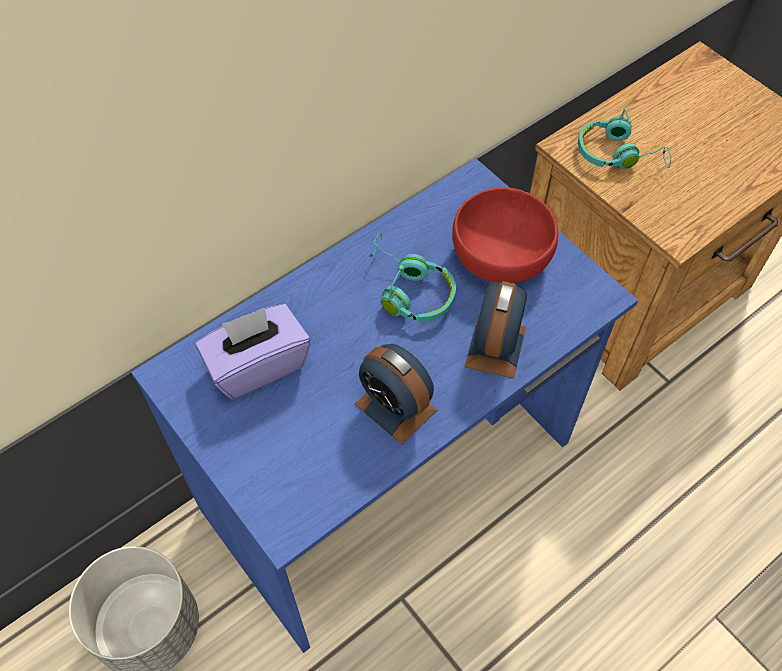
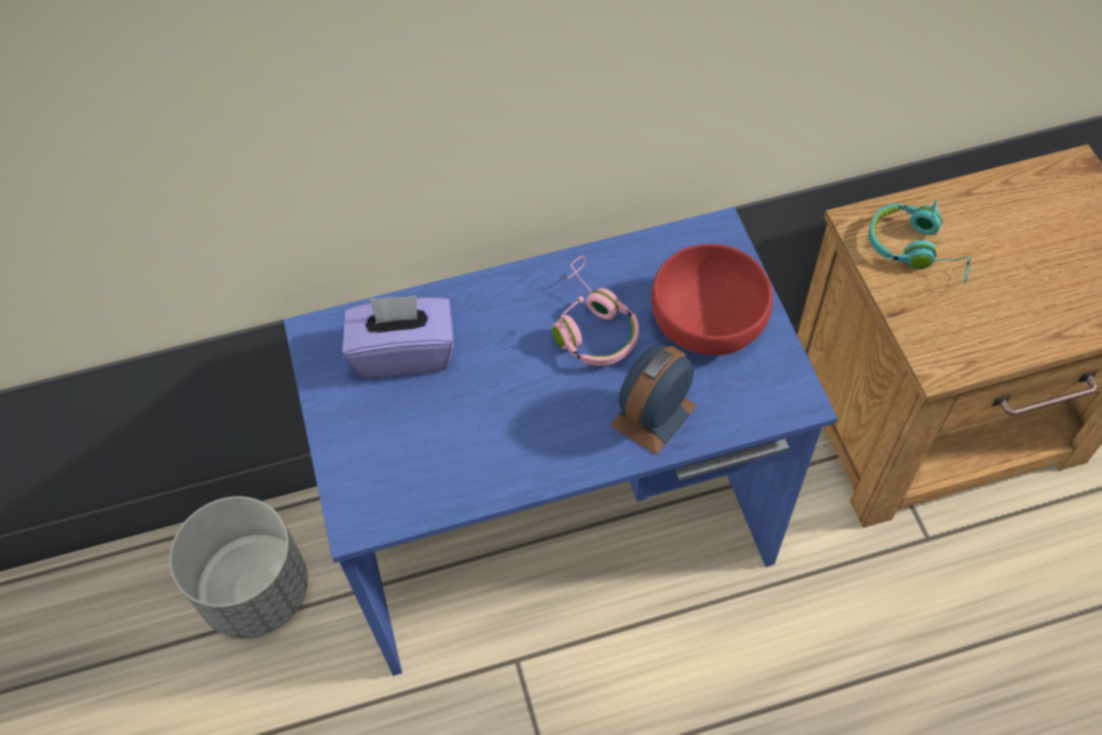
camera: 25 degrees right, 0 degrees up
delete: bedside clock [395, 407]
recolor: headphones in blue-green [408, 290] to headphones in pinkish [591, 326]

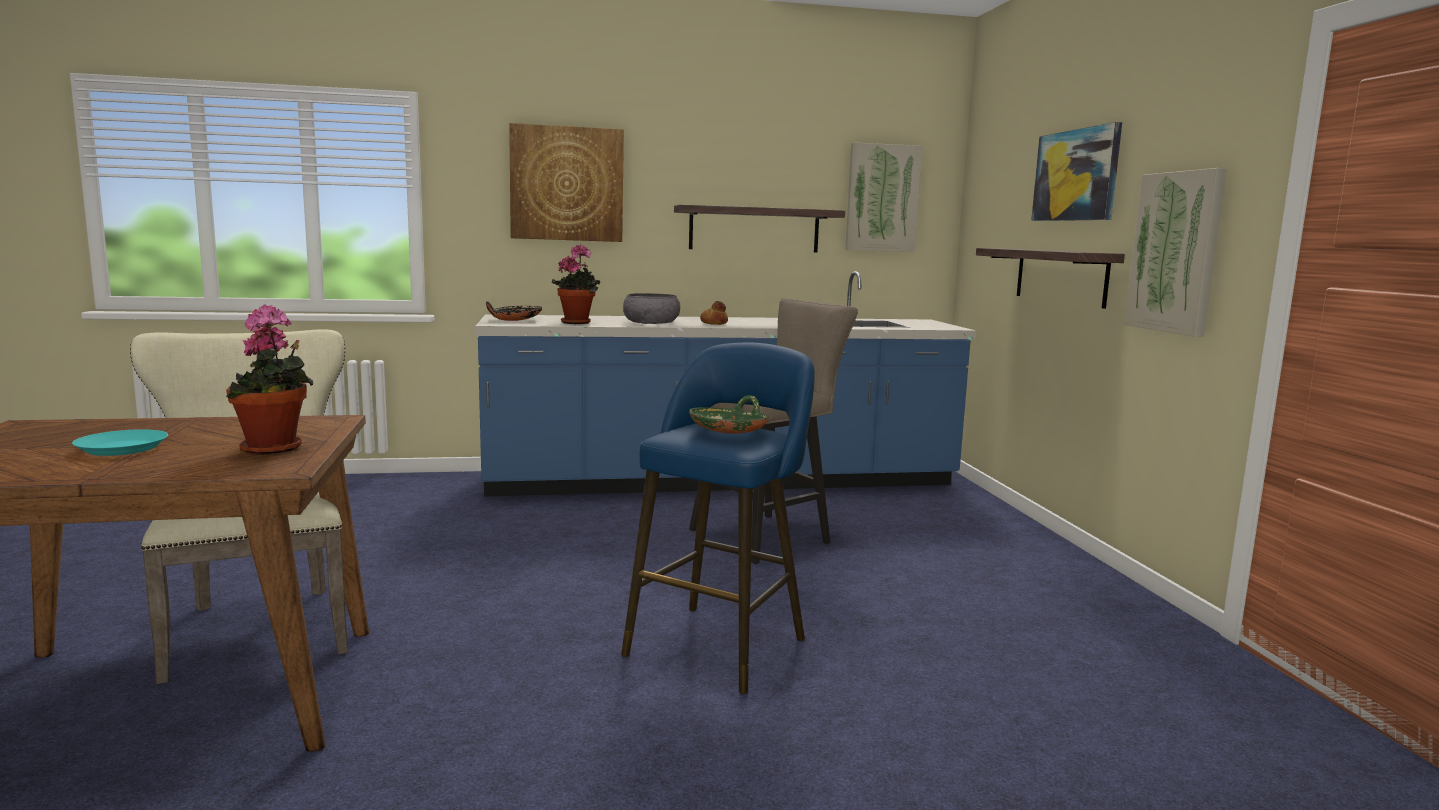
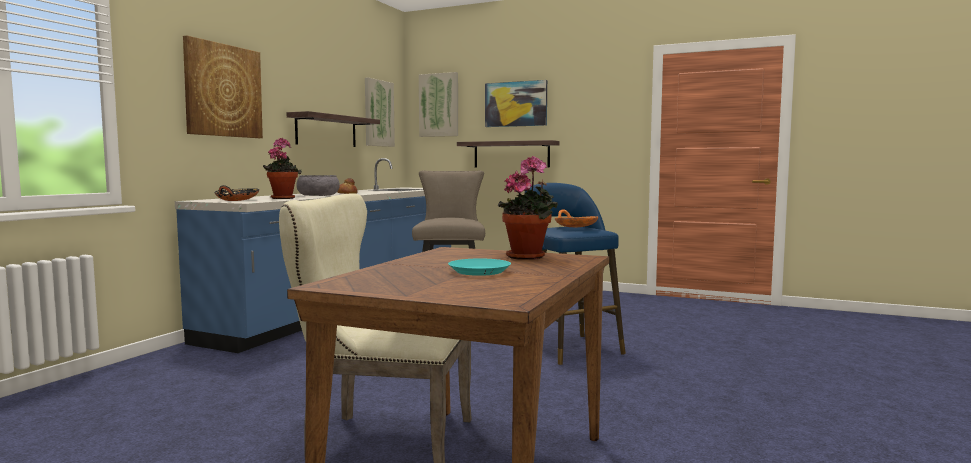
camera: 55 degrees left, 5 degrees down
move: wall picture [1175, 252] to [439, 105]
recolor: bowl in greenish [729, 431] to bowl in orange-coloured [575, 227]

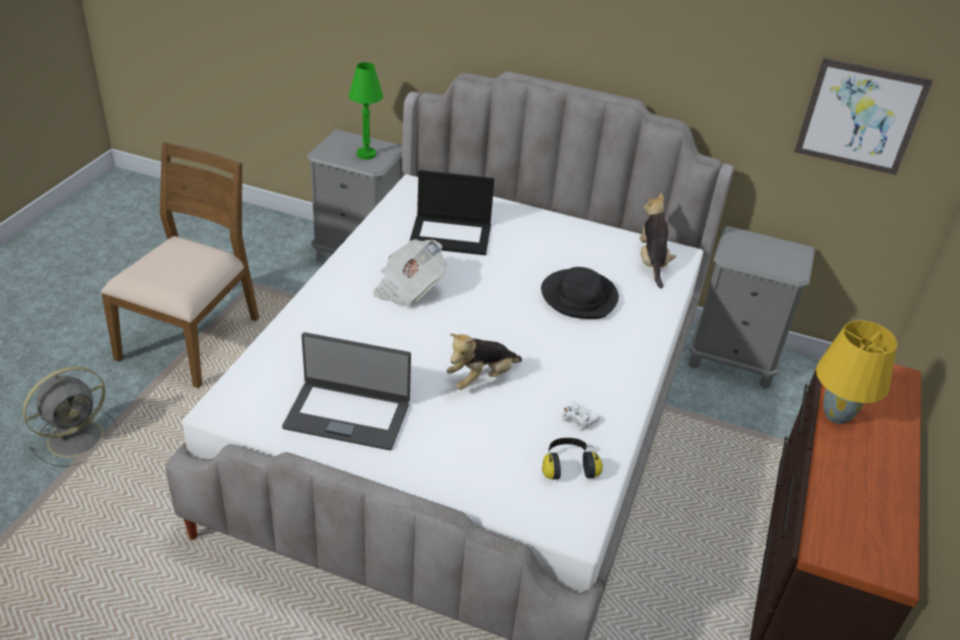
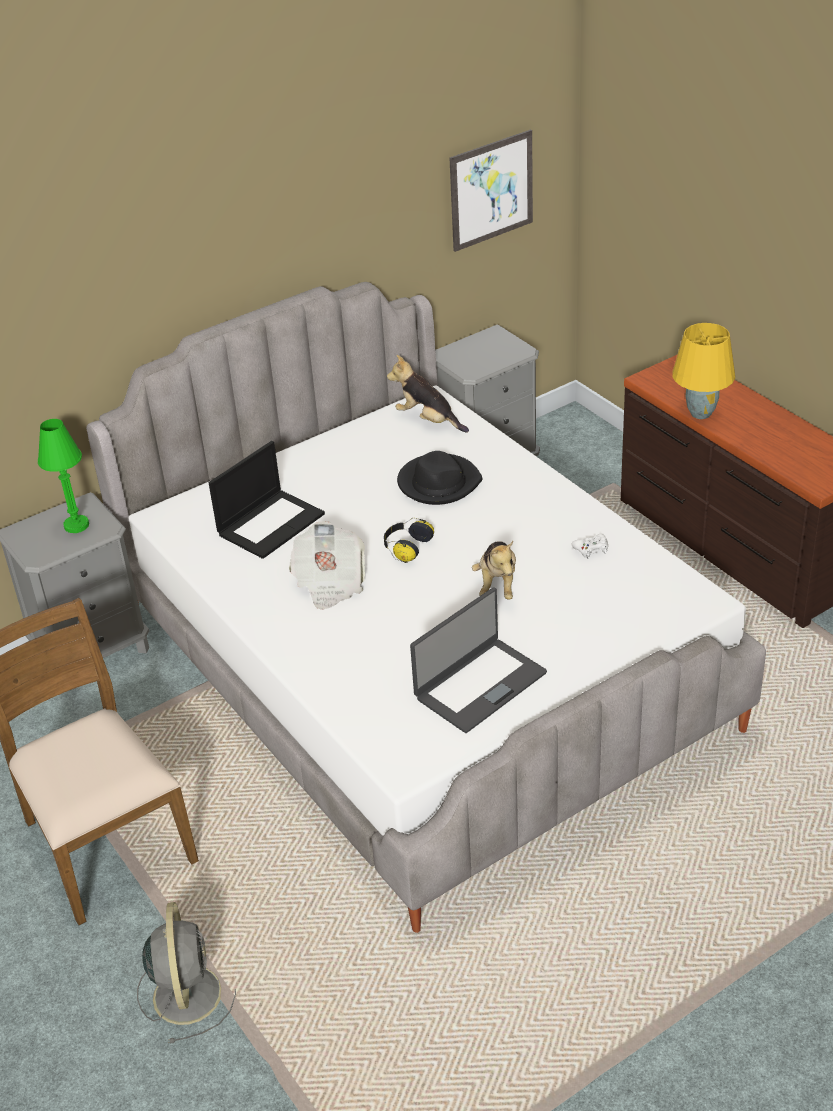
camera: 50 degrees left, 0 degrees up
move: headphones [568, 466] to [406, 547]

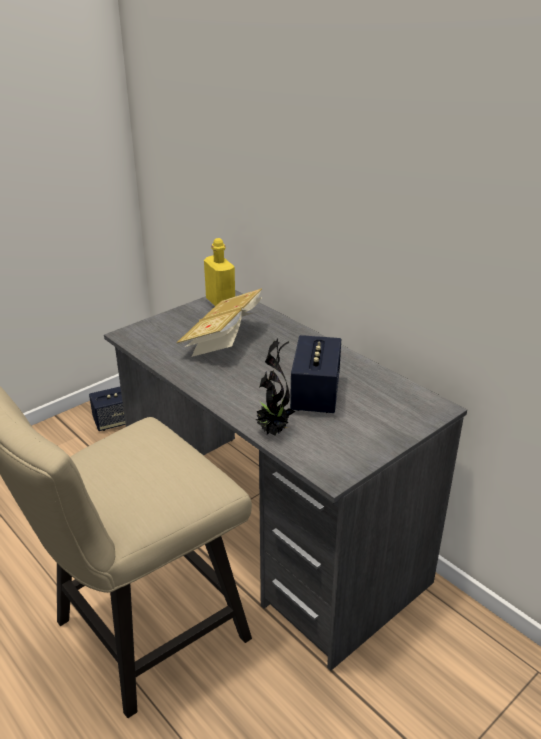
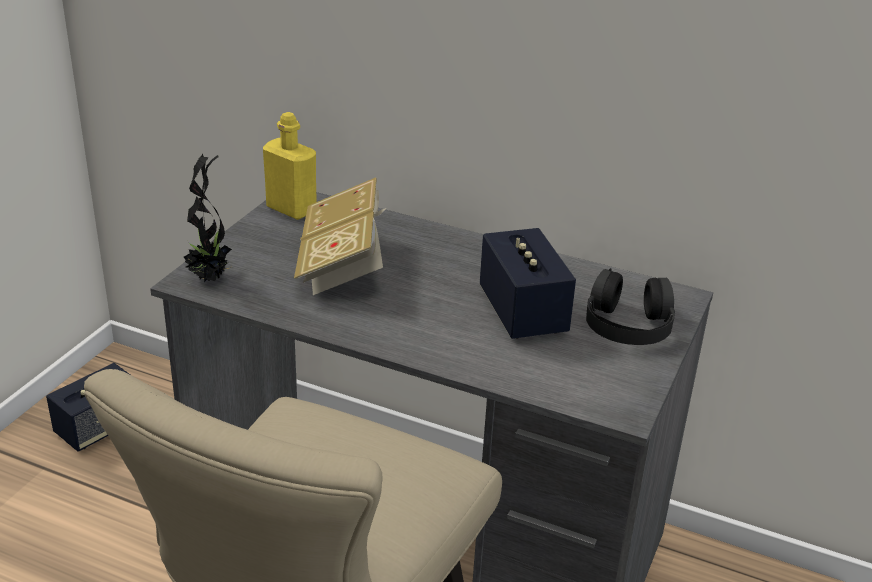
camera: 25 degrees left, 0 degrees up
insert: headphones in black-coloured [628, 323]
move: plant in a pot [273, 431] to [209, 278]

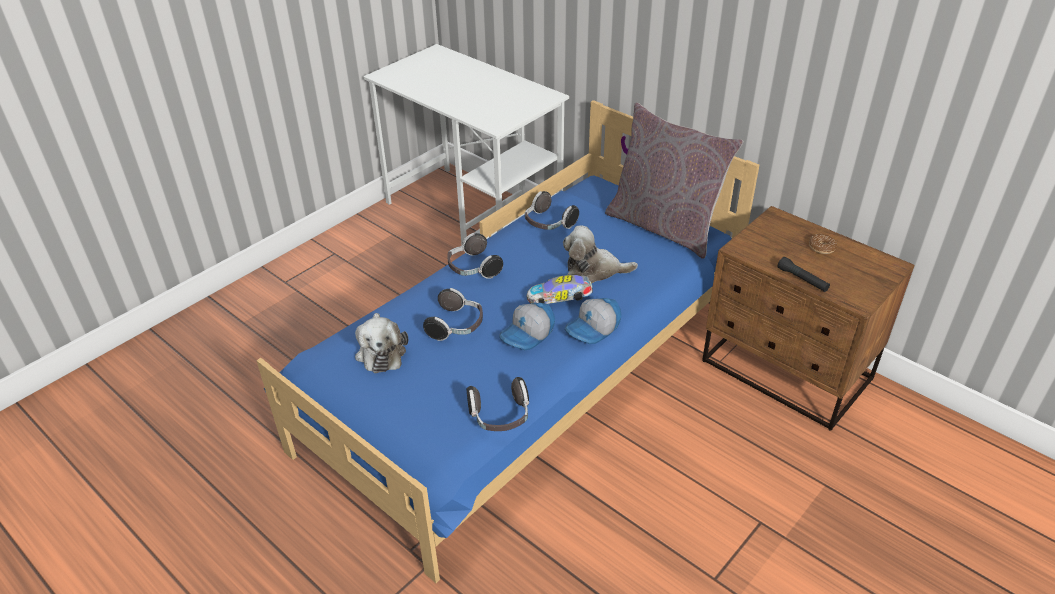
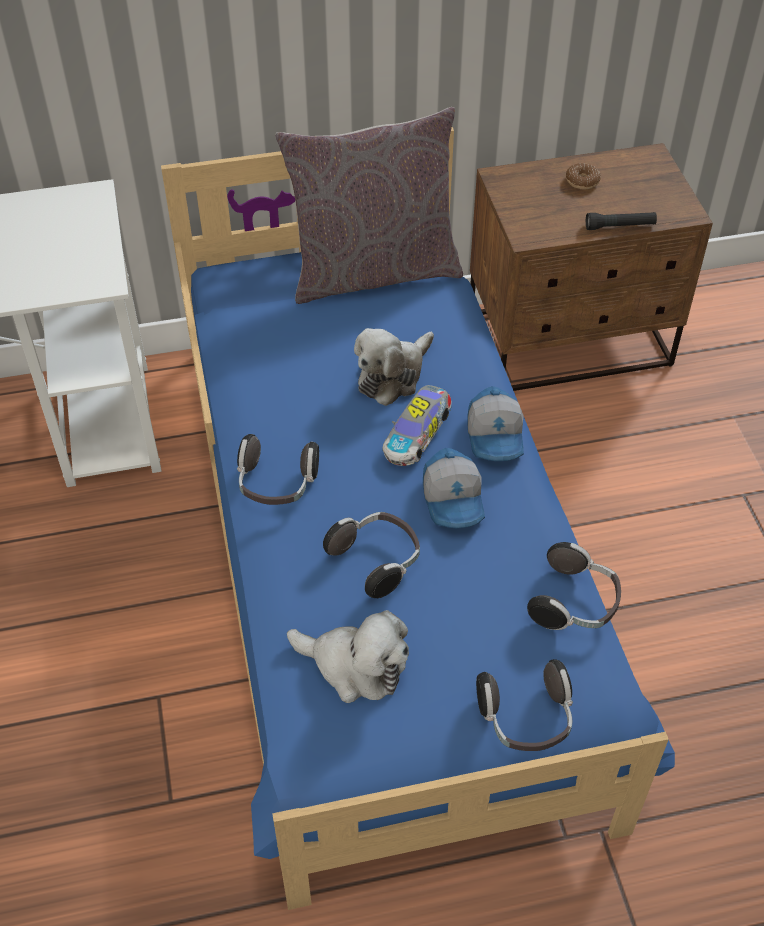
camera: 55 degrees left, 10 degrees up
move: headphones [548, 224] to [526, 719]

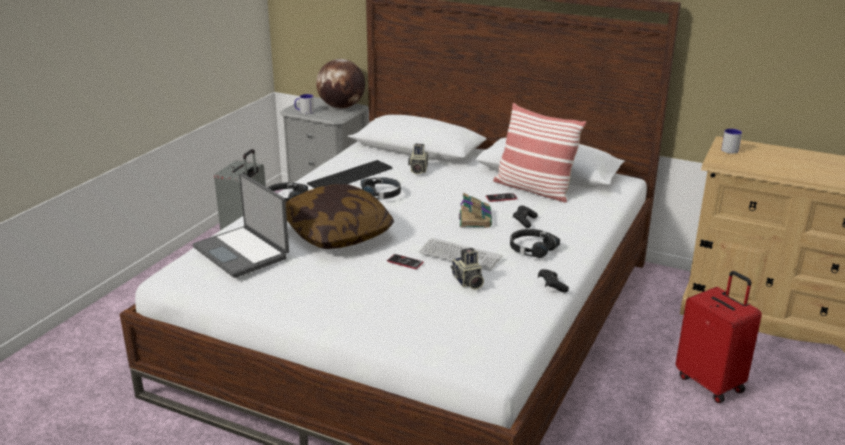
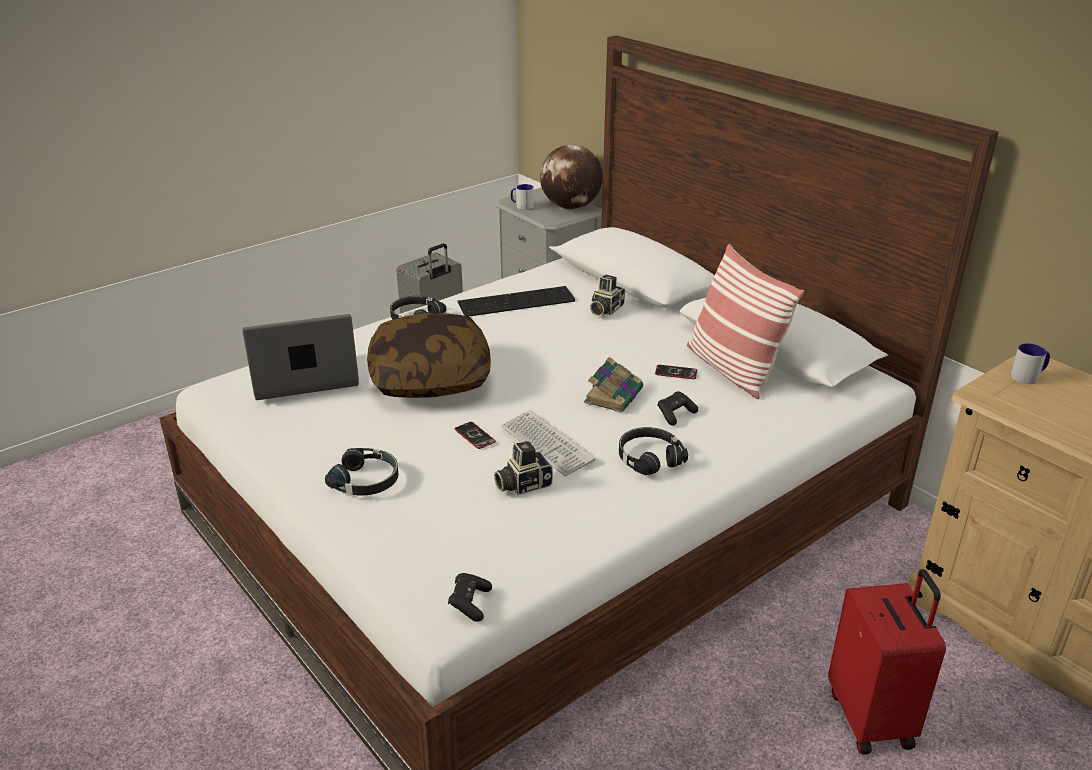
camera: 25 degrees right, 5 degrees up
move: headphones in black-coloured [381, 194] to [366, 480]; game controller in black-coloured [551, 286] to [470, 603]
rotate: laptop [242, 252] = [305, 377] 90 degrees clockwise; photo camera [467, 282] = [522, 484] 60 degrees clockwise

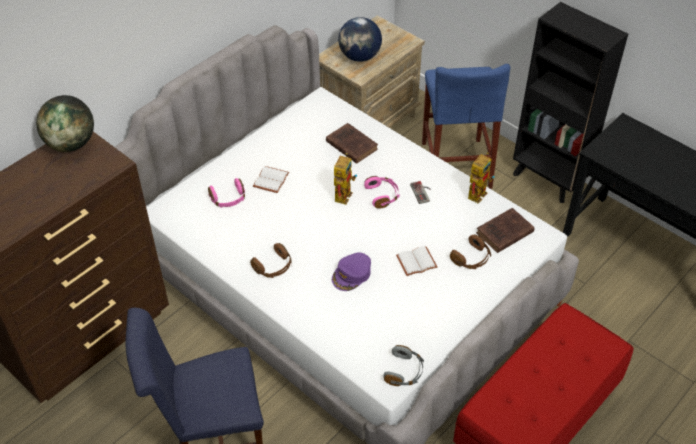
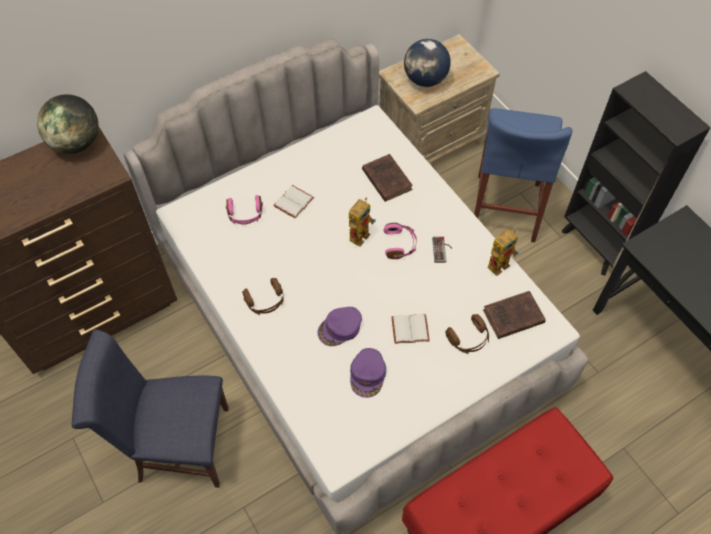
camera: 15 degrees right, 10 degrees up
delete: headphones in greyish [404, 372]
insert: baseball cap in purple-coloured [368, 374]

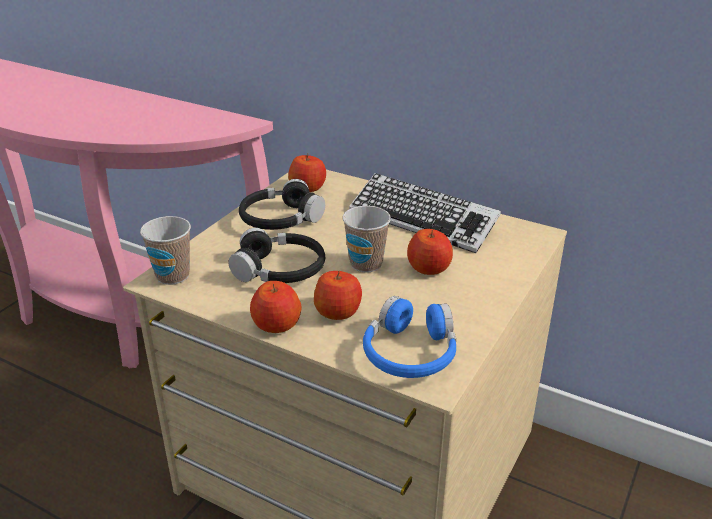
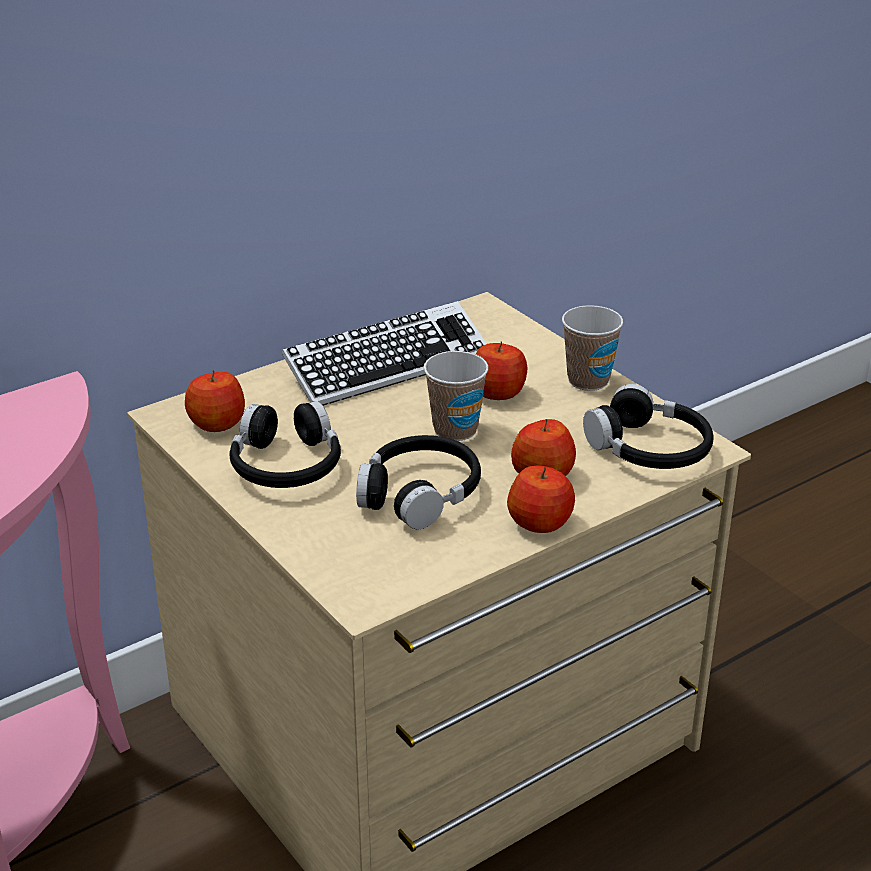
camera: 65 degrees left, 0 degrees up
move: small cup [173, 276] to [588, 380]
recolor: headphones in bluish [410, 352] to headphones in black-coloured [649, 449]

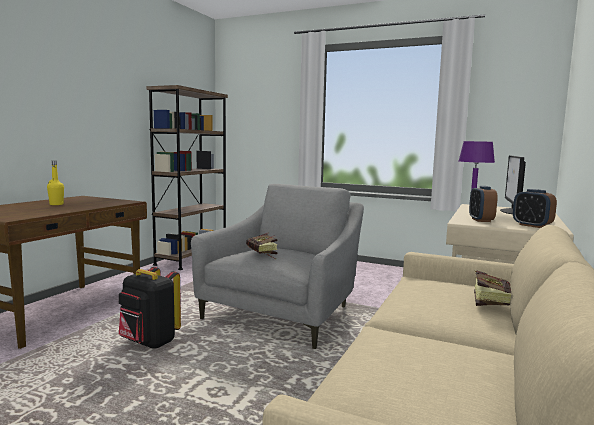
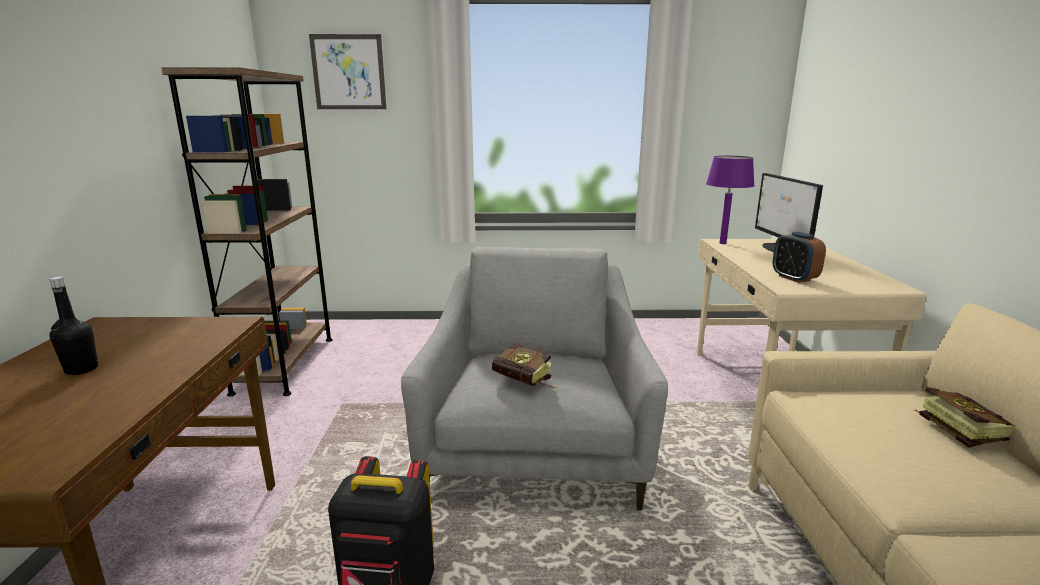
camera: 25 degrees left, 10 degrees up
delete: bedside clock [532, 225]
insert: wall picture [348, 72]
recolor: beverage bottle in yellowish [56, 204] to beverage bottle in black-coloured [81, 369]

